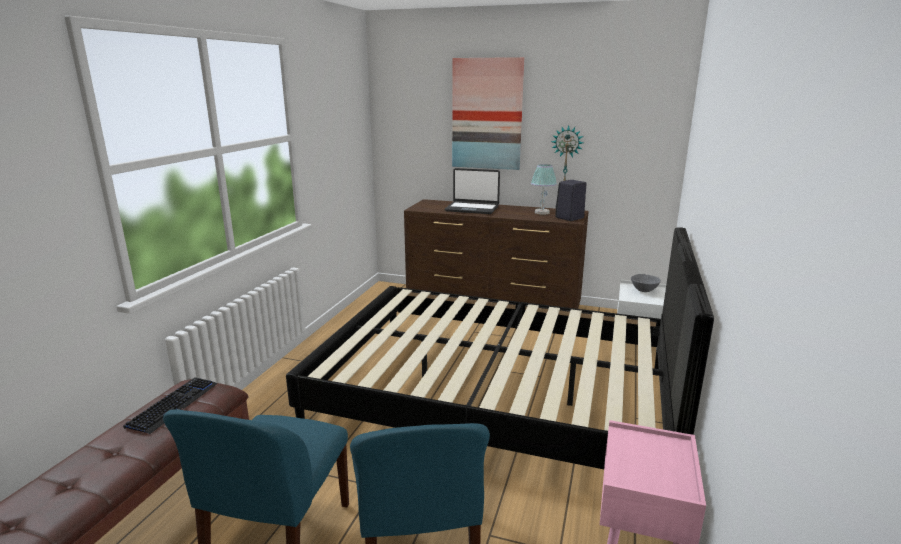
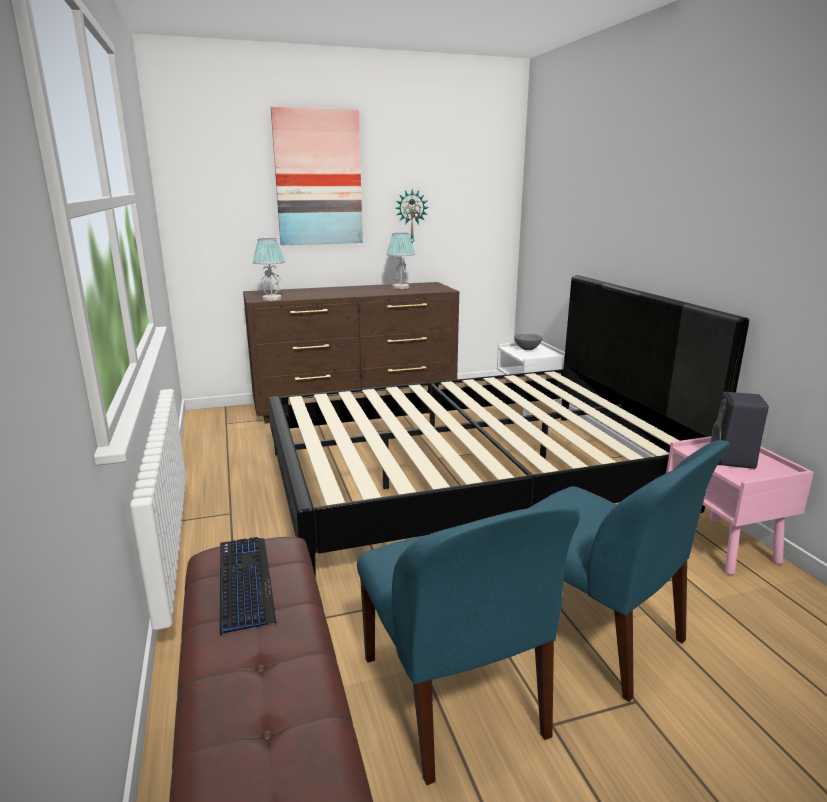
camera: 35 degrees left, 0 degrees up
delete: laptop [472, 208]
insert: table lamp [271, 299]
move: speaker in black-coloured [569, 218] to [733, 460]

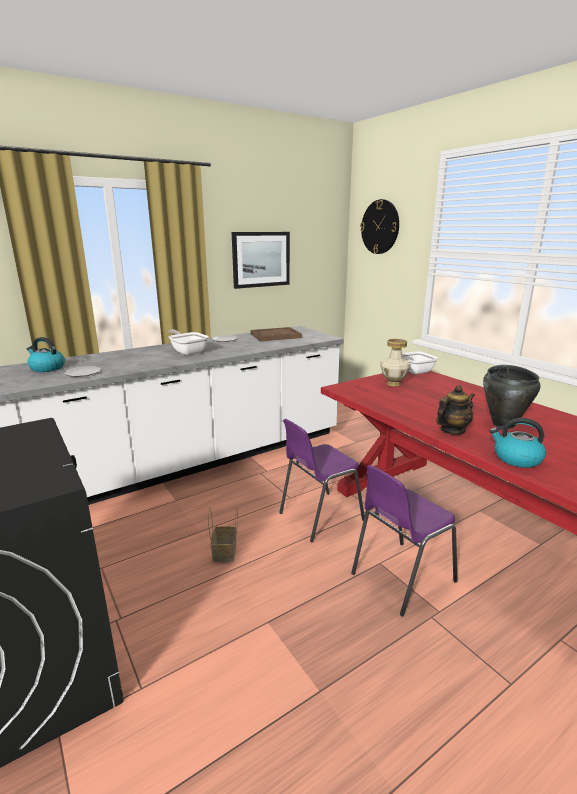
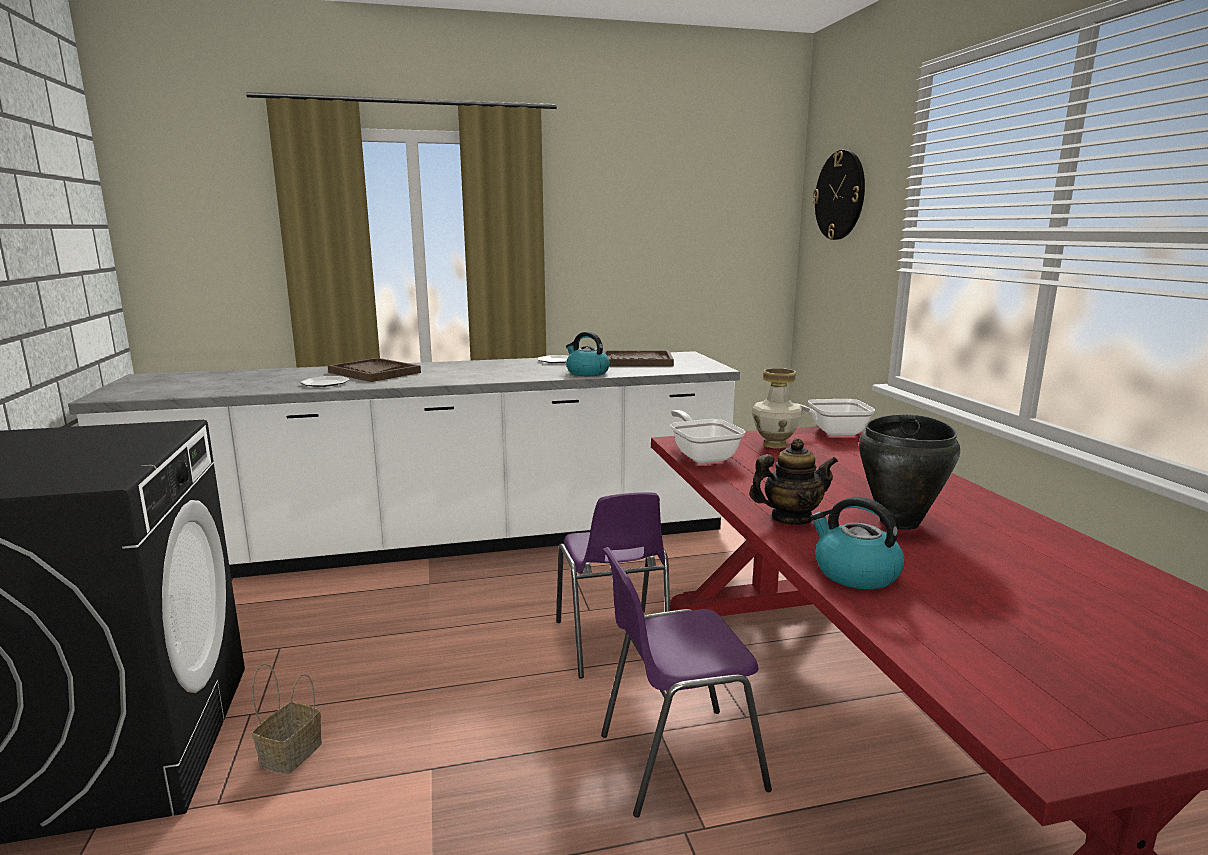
camera: 20 degrees right, 5 degrees down
delete: wall picture [261, 259]
insert: serving tray in brown [374, 372]
move: tea kettle [47, 368] to [587, 373]; pan [188, 352] to [702, 455]; storage basket [225, 553] to [290, 755]
rotate: plain chair in purple-coloured [319, 517] = [612, 644] 90 degrees counterclockwise

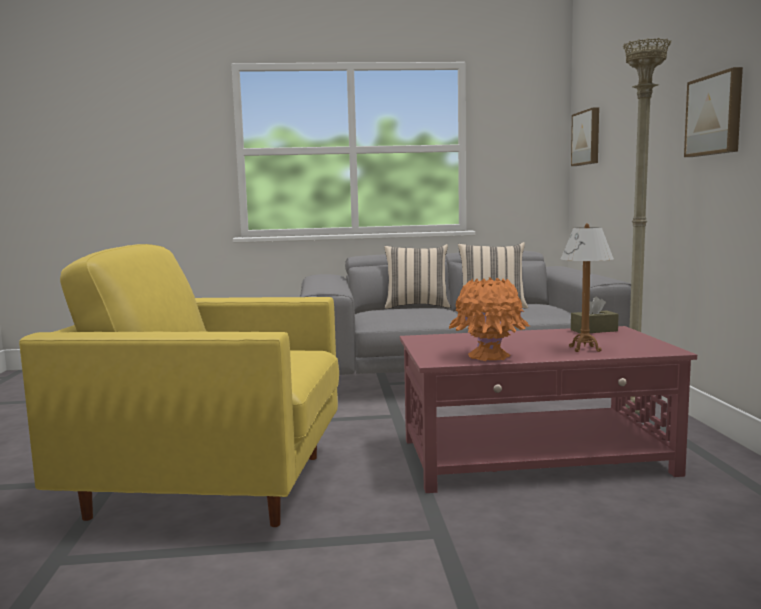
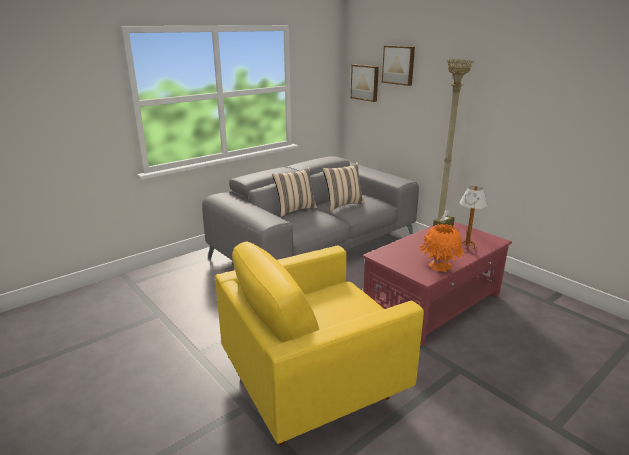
camera: 35 degrees left, 15 degrees up
move: wall picture [716, 115] to [399, 65]

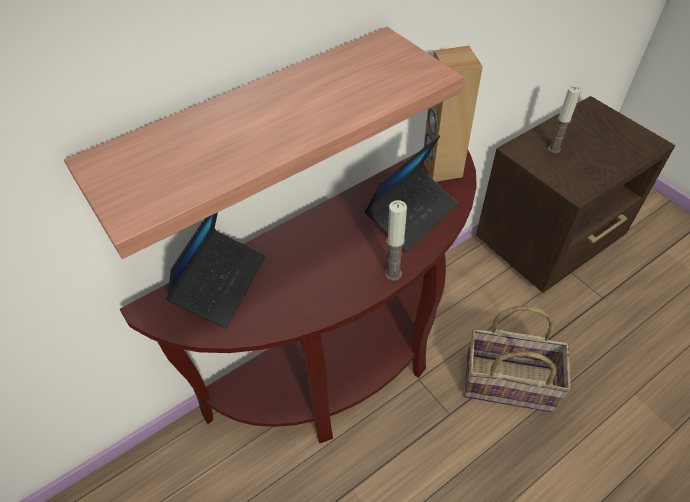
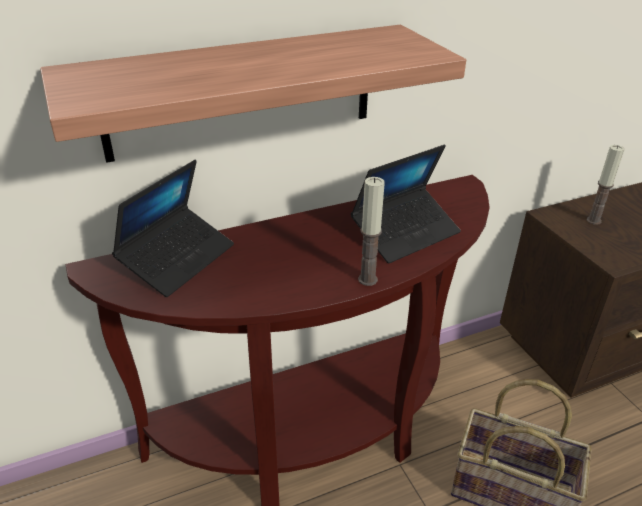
camera: 10 degrees right, 15 degrees down
delete: speaker in brown [441, 168]

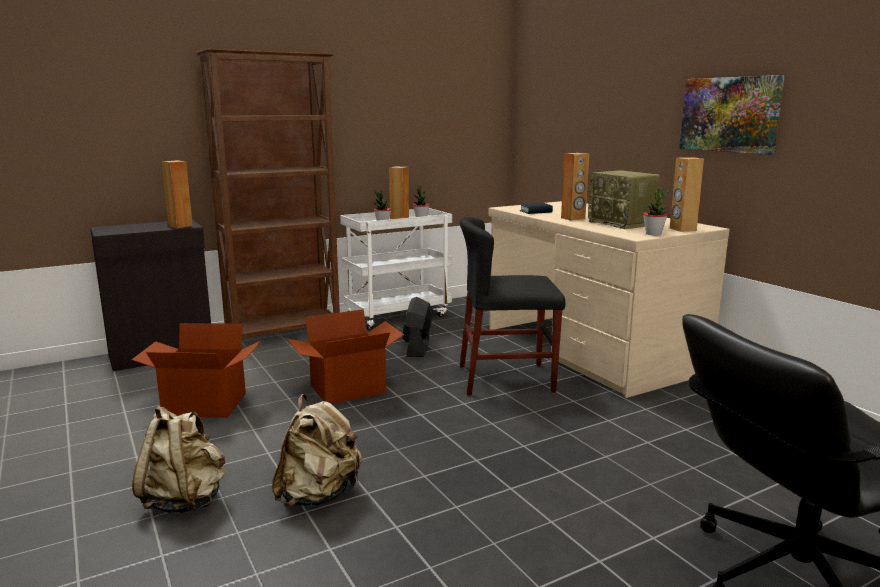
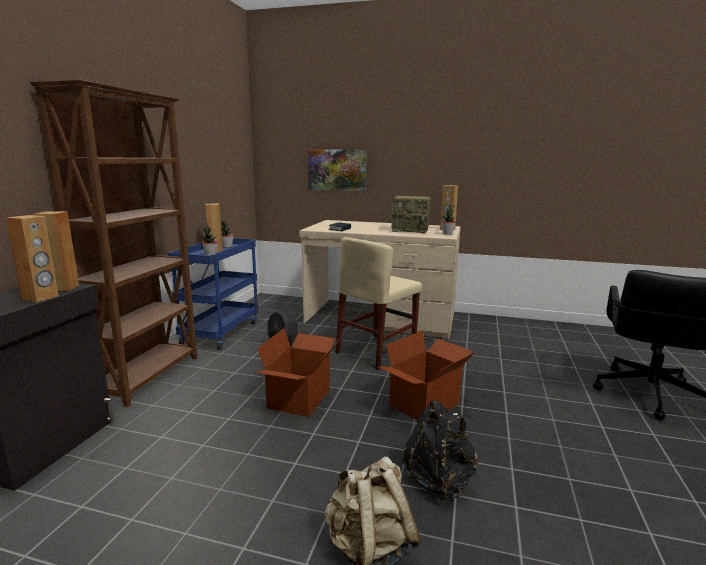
camera: 45 degrees left, 0 degrees up
move: cardboard box [204, 406] to [425, 405]; speaker in brown [573, 218] to [40, 298]; wall picture [729, 114] to [337, 170]
recolor: knapsack in beige-coloured [319, 495] to knapsack in black-coloured [439, 479]; trolley in white [398, 316] to trolley in bluish [220, 332]; plain chair in black-coloured [506, 378] to plain chair in beige-coloured [376, 351]

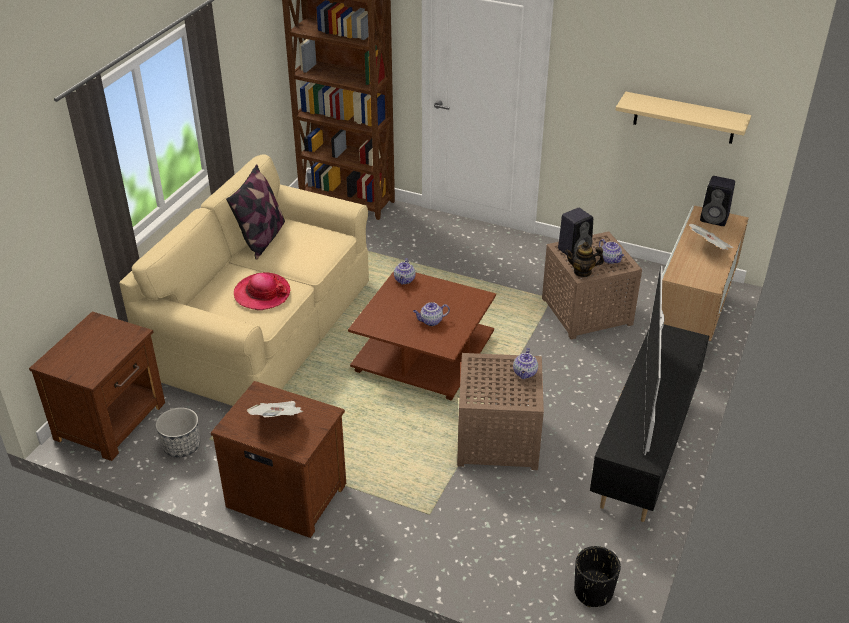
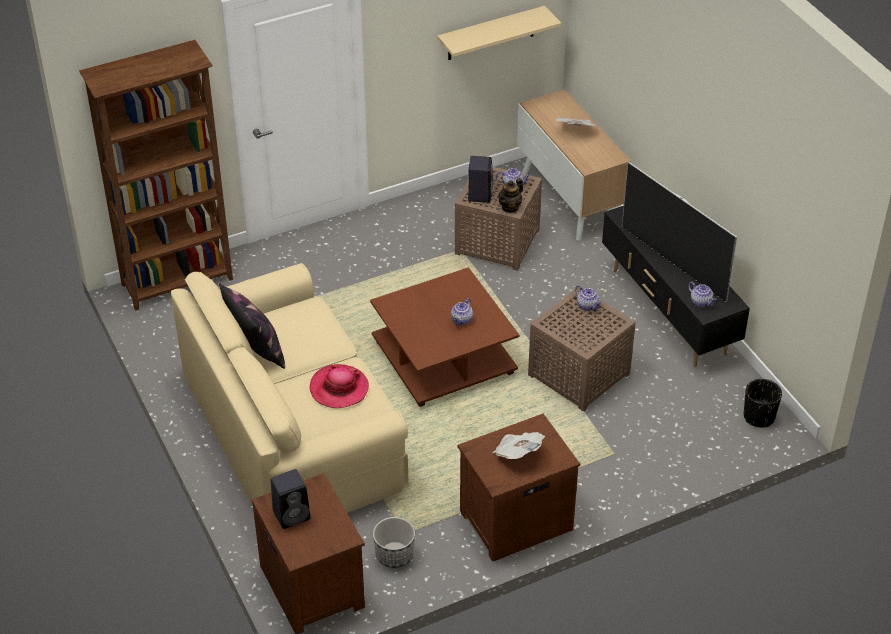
camera: 50 degrees left, 5 degrees up
move: tea pot [404, 280] to [701, 302]; speaker in black-coloured [715, 218] to [292, 514]

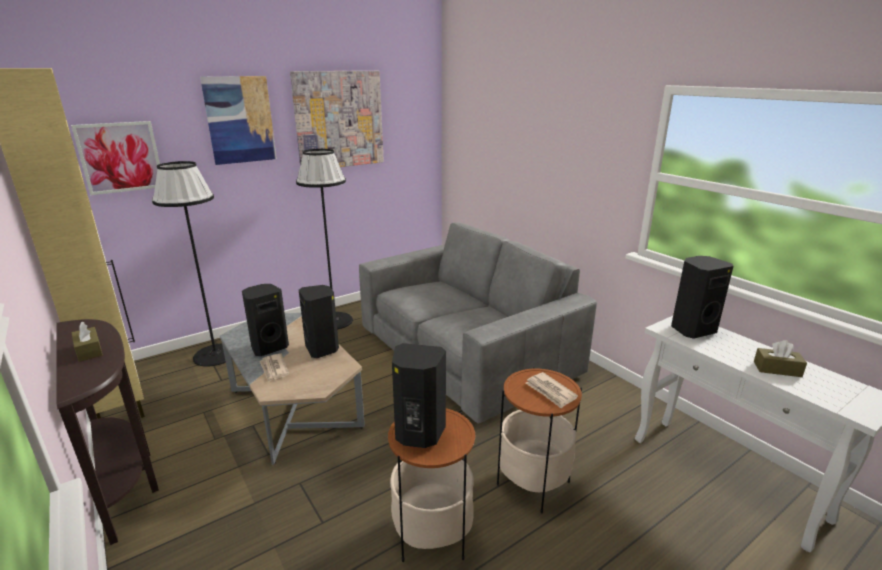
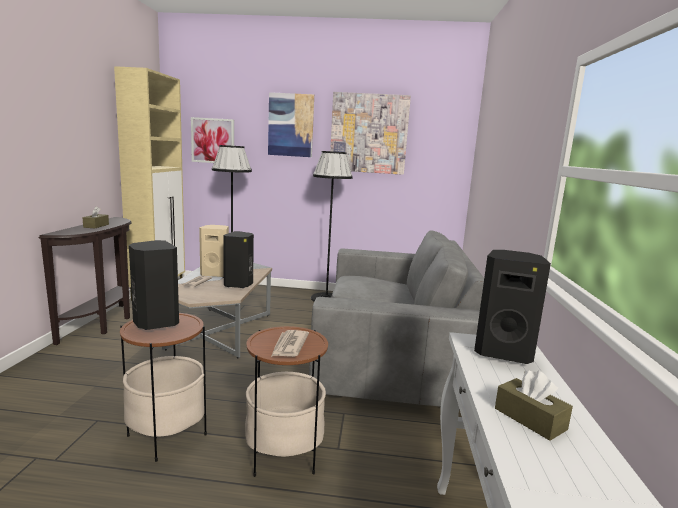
camera: 40 degrees right, 10 degrees down
recolor: speaker in black-coloured [269, 347] to speaker in beige-coloured [215, 274]

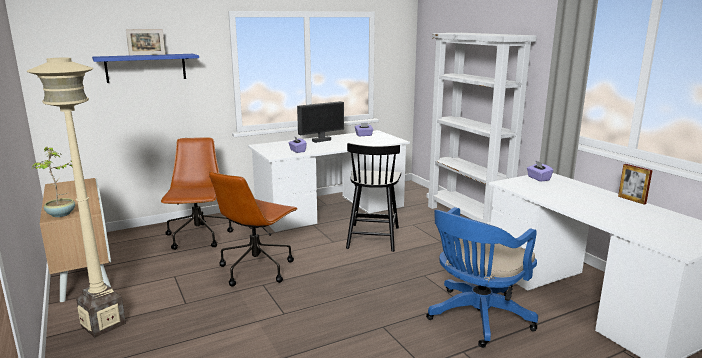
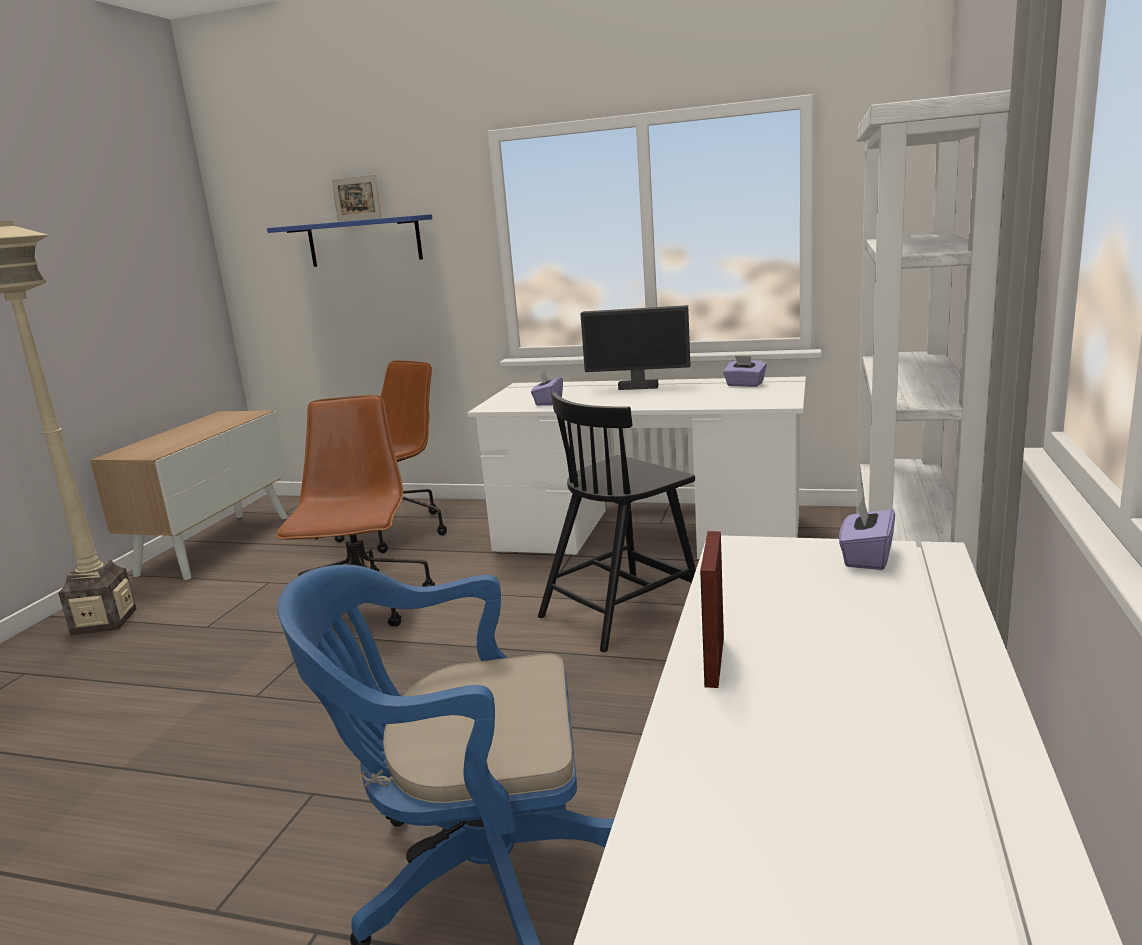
camera: 45 degrees right, 0 degrees up
delete: plant in a pot [61, 214]
move: standing frame [631, 200] to [714, 661]
rotate: computer chair in brown [257, 268] = [364, 606] 105 degrees clockwise

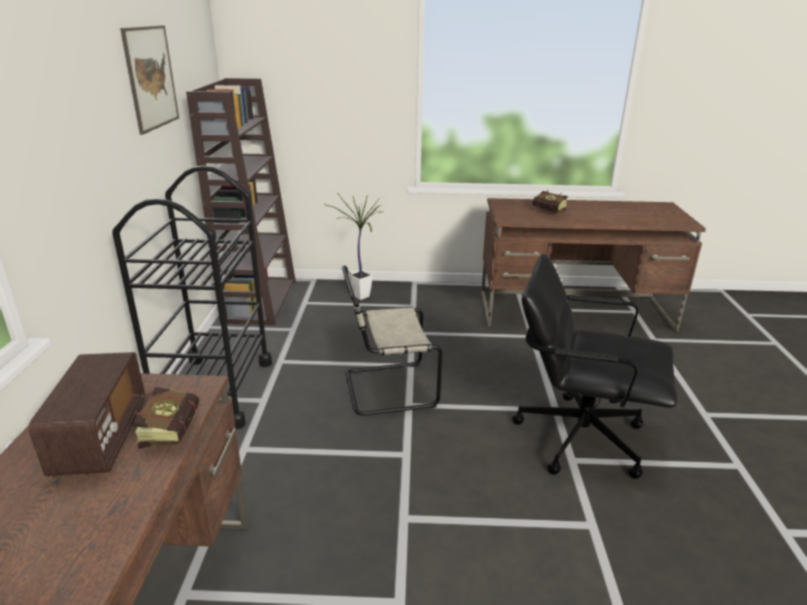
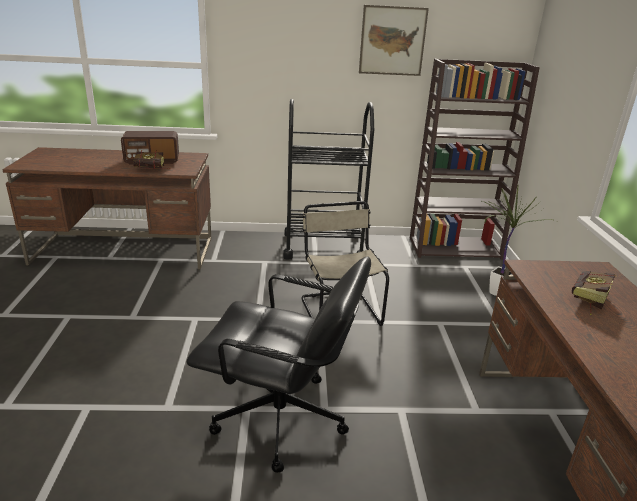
camera: 85 degrees right, 0 degrees up
rotate: computer chair in black-coloured [578, 436] = [281, 419] 90 degrees clockwise

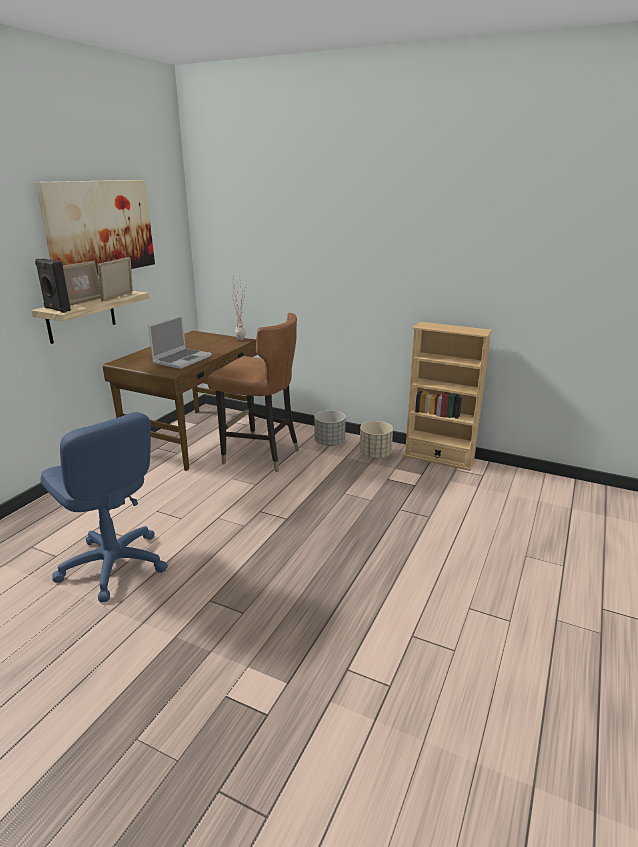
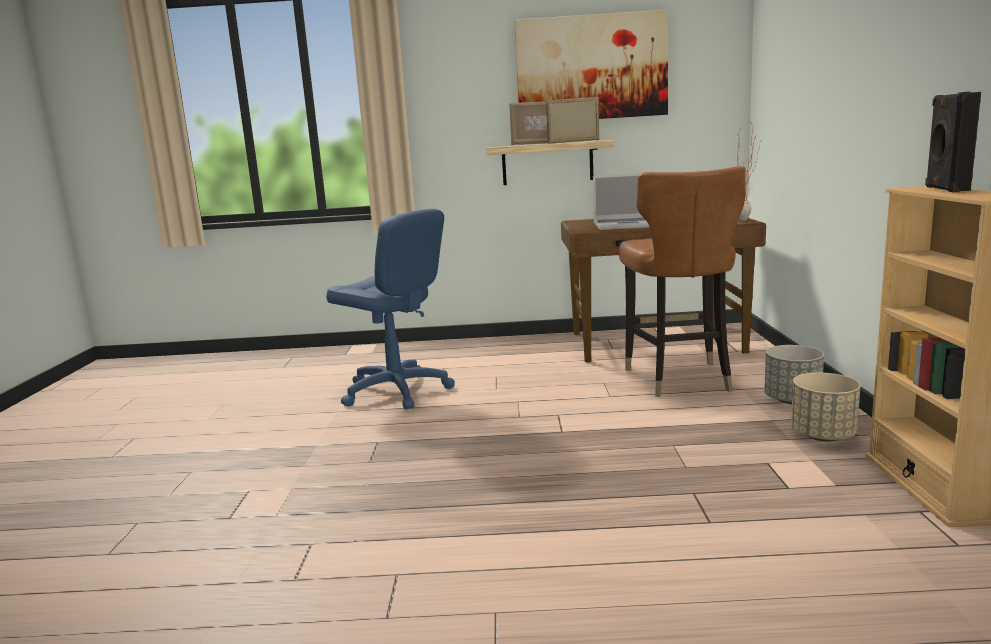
camera: 65 degrees right, 10 degrees down
move: speaker in black-coloured [56, 309] to [945, 189]
rotate: computer chair in bluish [113, 565] = [396, 391] 75 degrees counterclockwise

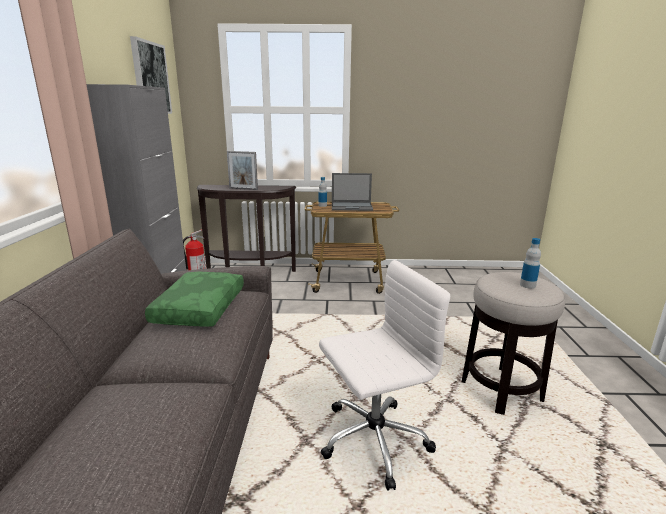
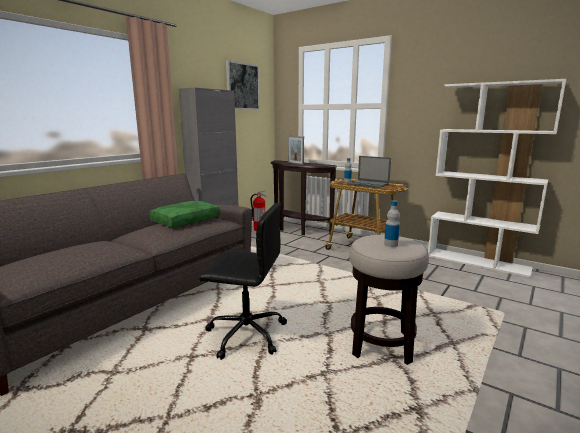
camera: 35 degrees right, 5 degrees down
insert: bookshelf in white [478, 262]
recolor: computer chair in white [372, 440] to computer chair in black-coloured [245, 334]

